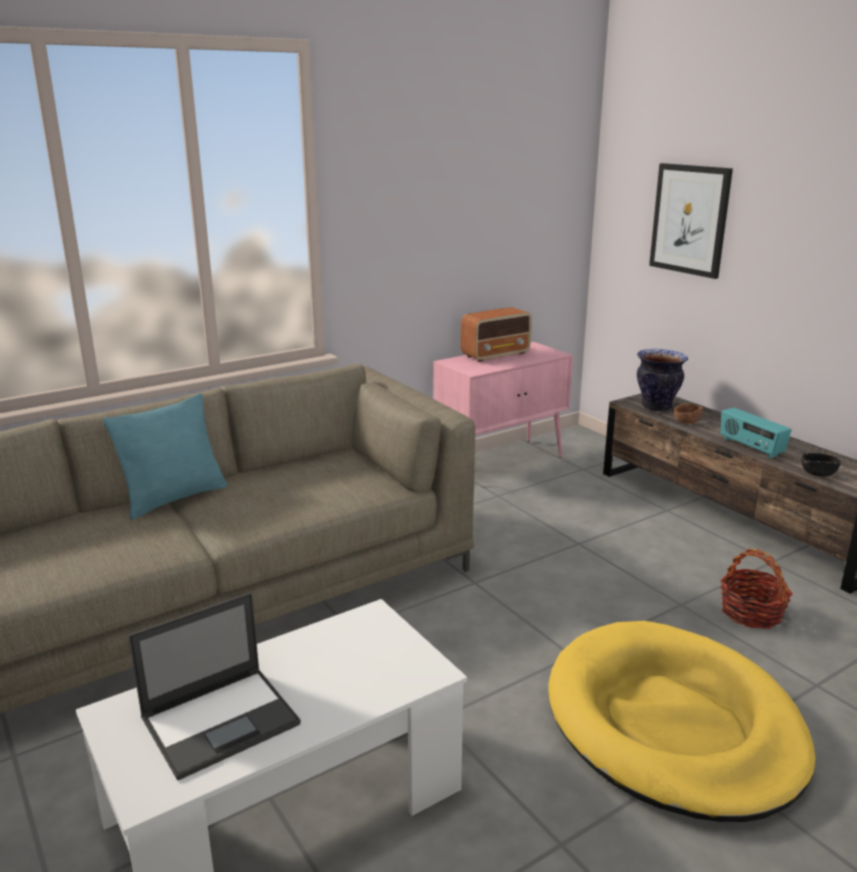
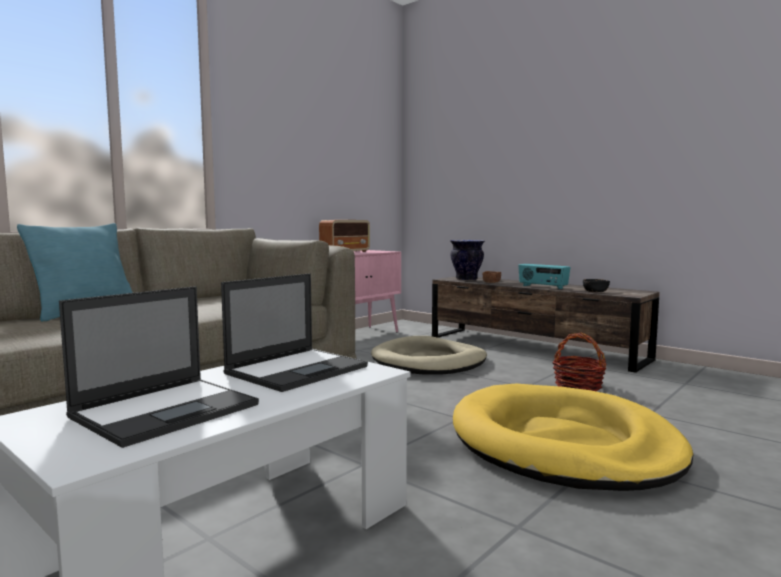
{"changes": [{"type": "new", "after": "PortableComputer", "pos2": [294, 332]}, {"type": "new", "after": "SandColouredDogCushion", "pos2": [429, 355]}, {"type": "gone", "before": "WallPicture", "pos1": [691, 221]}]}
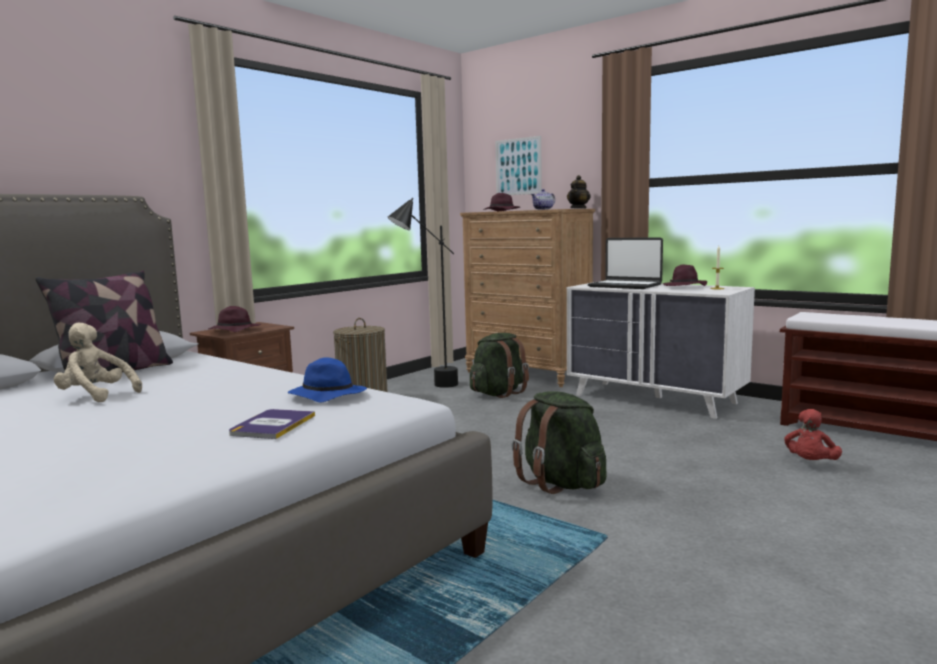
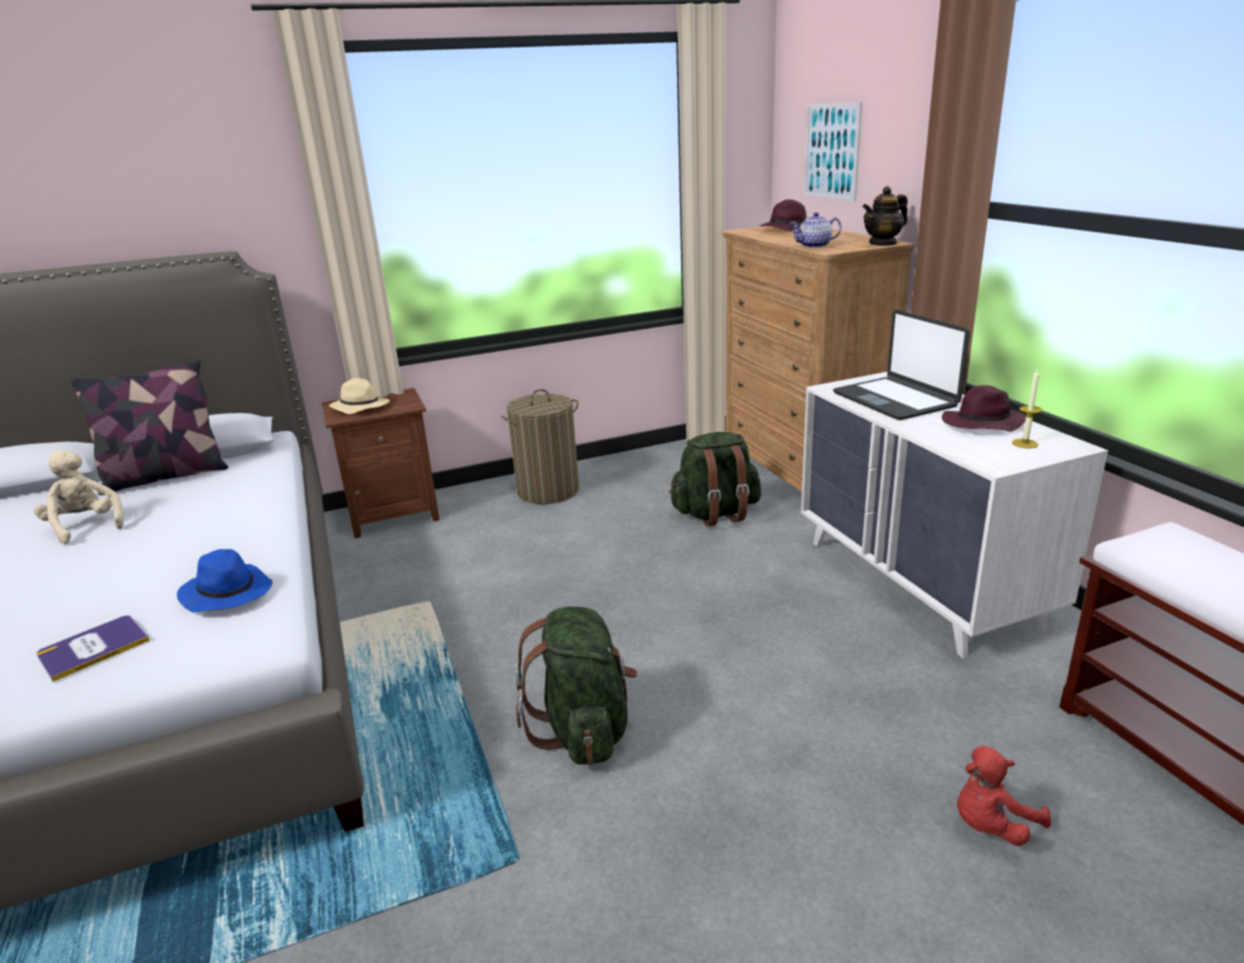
{"changes": [{"type": "repainted", "before": "PurpleHat", "after": "SandColouredHat", "pos1": [234, 319], "pos2": [359, 396]}, {"type": "gone", "before": "BlackStandardLamp", "pos1": [423, 293]}]}
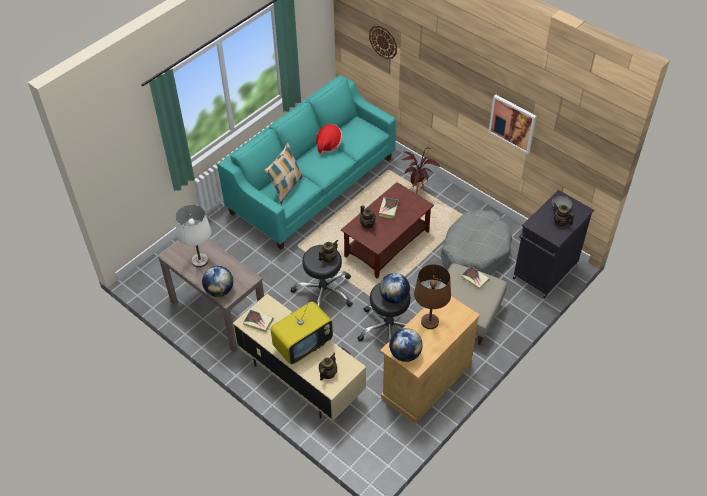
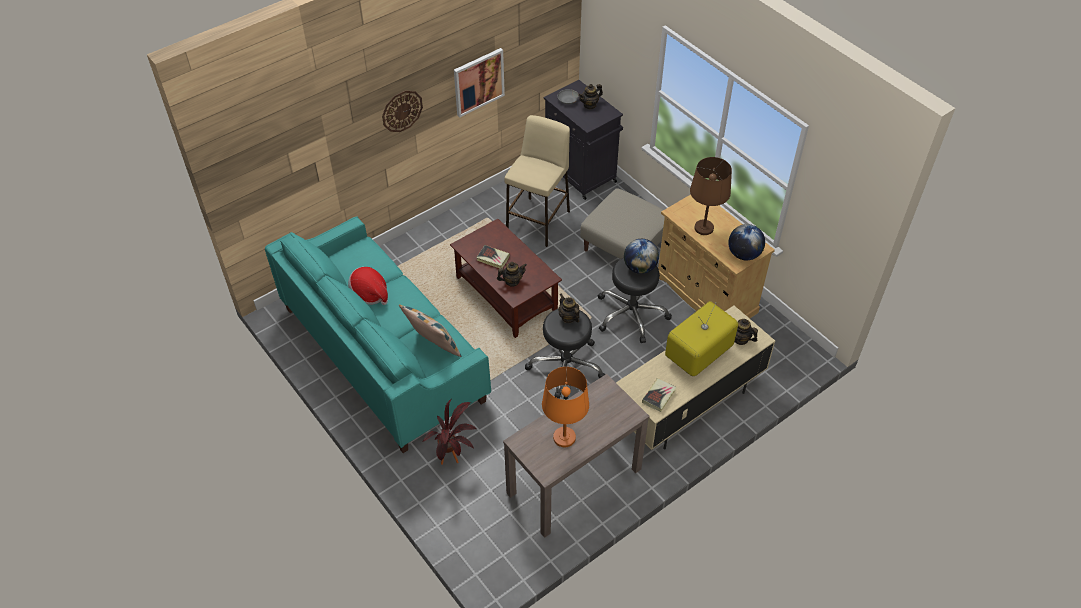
{"changes": [{"type": "shifted", "before": "ClockOnTheWall", "pos1": [383, 42], "pos2": [402, 111]}, {"type": "shifted", "before": "Houseplant", "pos1": [421, 170], "pos2": [450, 432]}, {"type": "swapped", "before": "GrayDogCushion", "after": "SandColouredStoolSeat", "pos1": [476, 242], "pos2": [537, 181]}, {"type": "repainted", "before": "WhiteColouredTabletopLamp", "after": "OrangeTabletopLamp", "pos1": [193, 236], "pos2": [565, 407]}, {"type": "rotated", "before": "Television", "pos1": [302, 333], "pos2": [701, 338], "turn": -105}, {"type": "gone", "before": "WorldGlobe", "pos1": [217, 281]}, {"type": "gone", "before": "BoundBook", "pos1": [475, 278]}]}
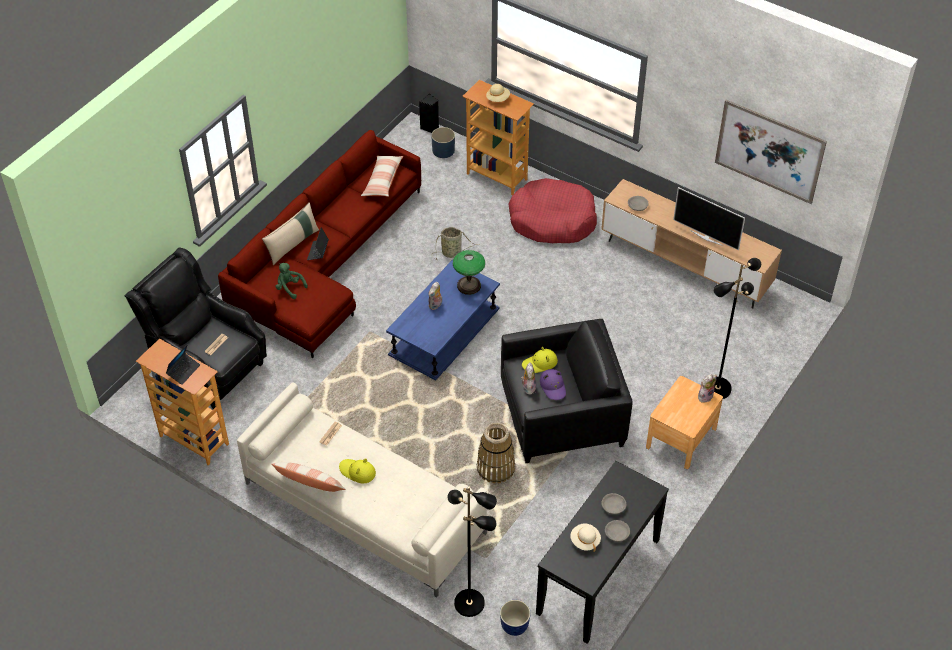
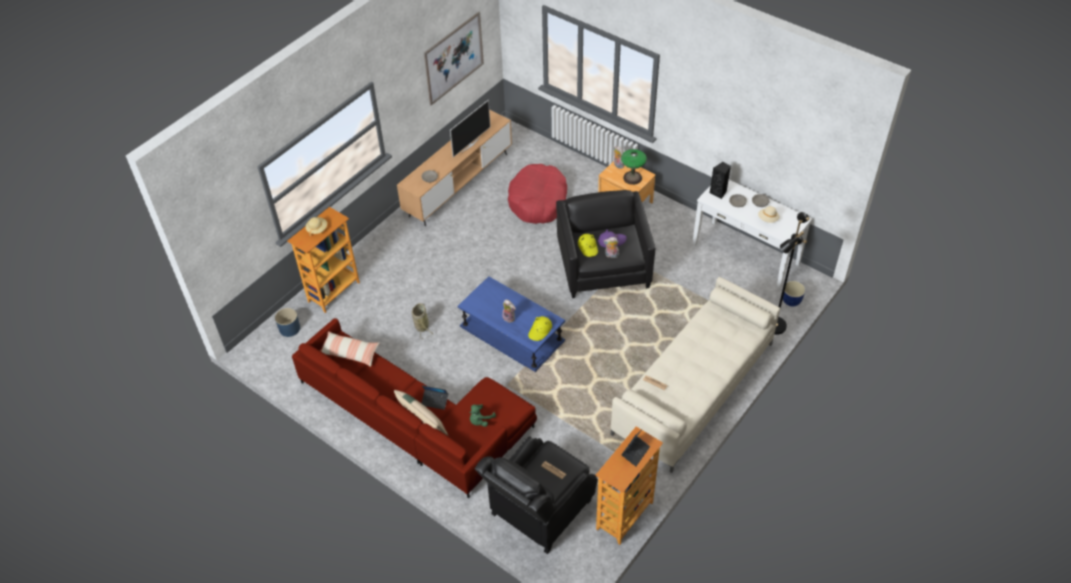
{"changes": [{"type": "shifted", "before": "RedDogCushion", "pos1": [553, 210], "pos2": [537, 194]}, {"type": "shifted", "before": "YellowHat", "pos1": [357, 470], "pos2": [540, 328]}, {"type": "shifted", "before": "TabletopLamp", "pos1": [469, 272], "pos2": [634, 167]}, {"type": "rotated", "before": "PortableComputer", "pos1": [183, 364], "pos2": [635, 447], "turn": 90}, {"type": "repainted", "before": "BlackConsoleTable", "after": "WhiteColouredConsoleTable", "pos1": [602, 552], "pos2": [752, 234]}, {"type": "shifted", "before": "BlackLoudspeaker", "pos1": [429, 113], "pos2": [720, 180]}, {"type": "gone", "before": "Pillow", "pos1": [308, 477]}, {"type": "gone", "before": "Basket", "pos1": [496, 453]}, {"type": "gone", "before": "BlackStandardLamp", "pos1": [737, 328]}]}
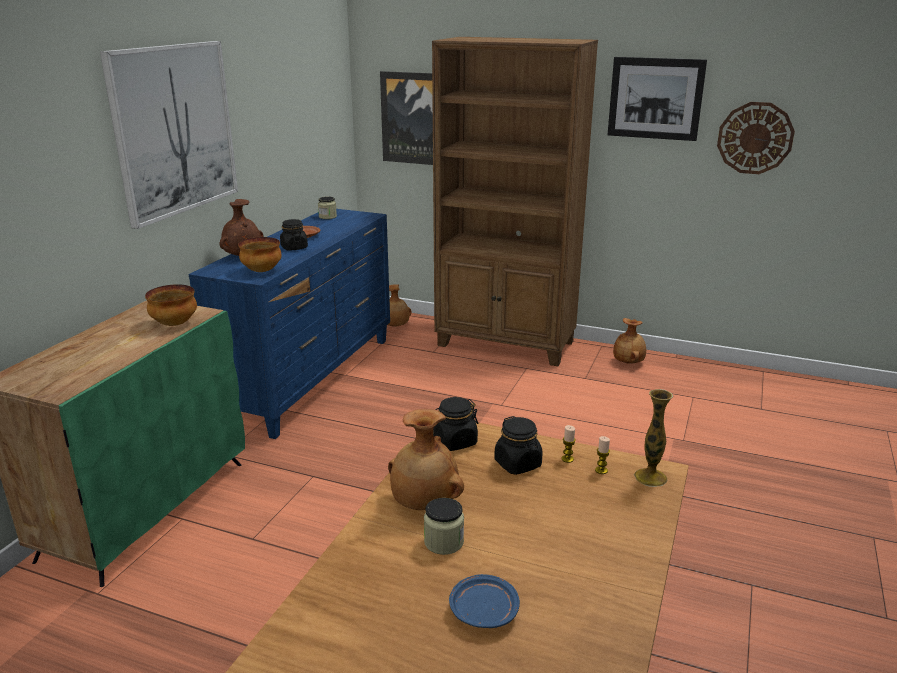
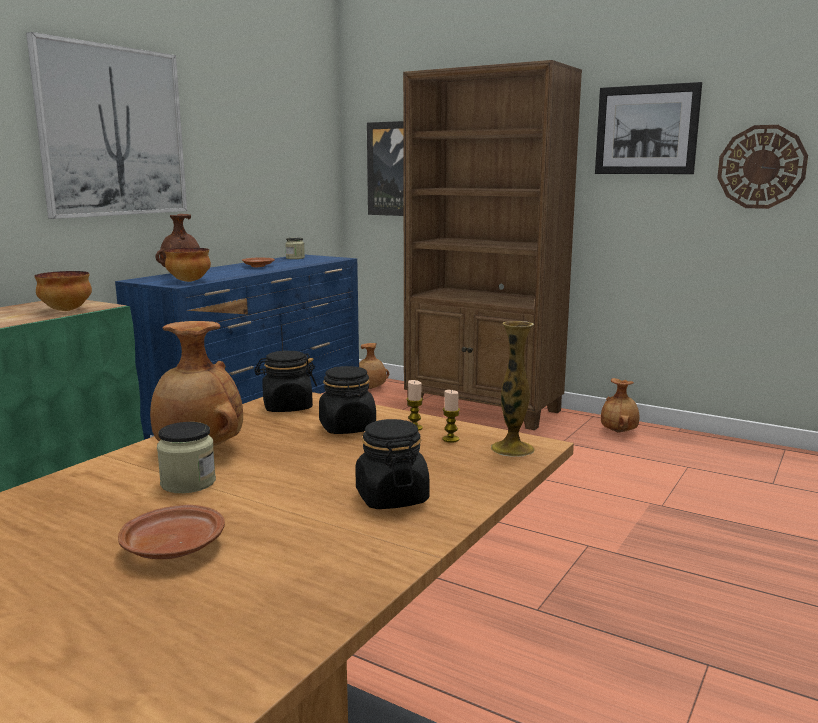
{"changes": [{"type": "repainted", "before": "BlueColouredPlate", "after": "BrownishPlate", "pos1": [484, 601], "pos2": [171, 532]}, {"type": "shifted", "before": "BlackJar", "pos1": [294, 235], "pos2": [392, 464]}]}
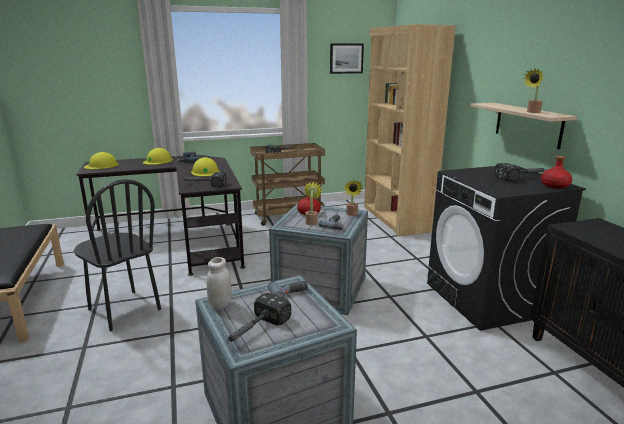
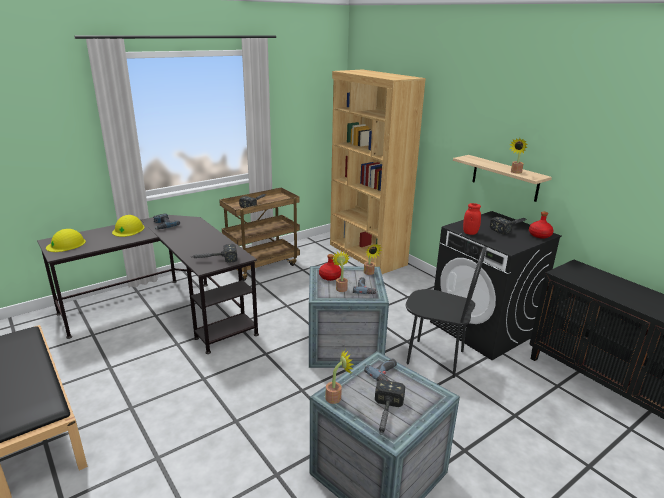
{"changes": [{"type": "swapped", "before": "WhiteColouredJar", "after": "Houseplant", "pos1": [218, 283], "pos2": [339, 377]}, {"type": "shifted", "before": "BlackUprightChair", "pos1": [117, 255], "pos2": [446, 312]}, {"type": "new", "after": "RedJar", "pos2": [472, 219]}, {"type": "gone", "before": "YellowSafetyHelmet", "pos1": [205, 167]}, {"type": "gone", "before": "WallPicture", "pos1": [347, 58]}]}
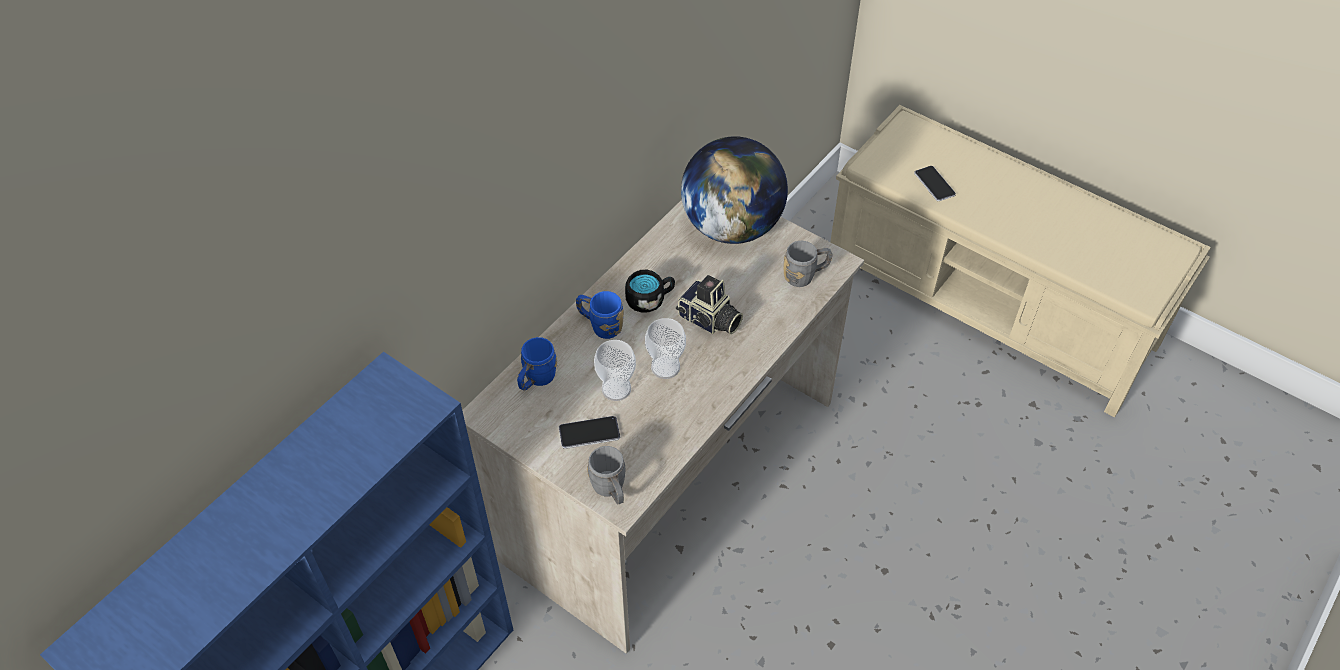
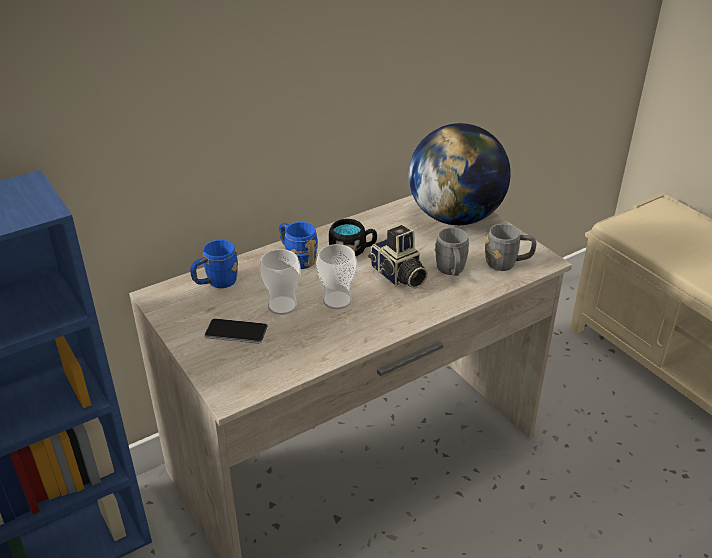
{"changes": [{"type": "shifted", "before": "GrayMug", "pos1": [606, 475], "pos2": [452, 251]}, {"type": "gone", "before": "Phone", "pos1": [935, 183]}]}
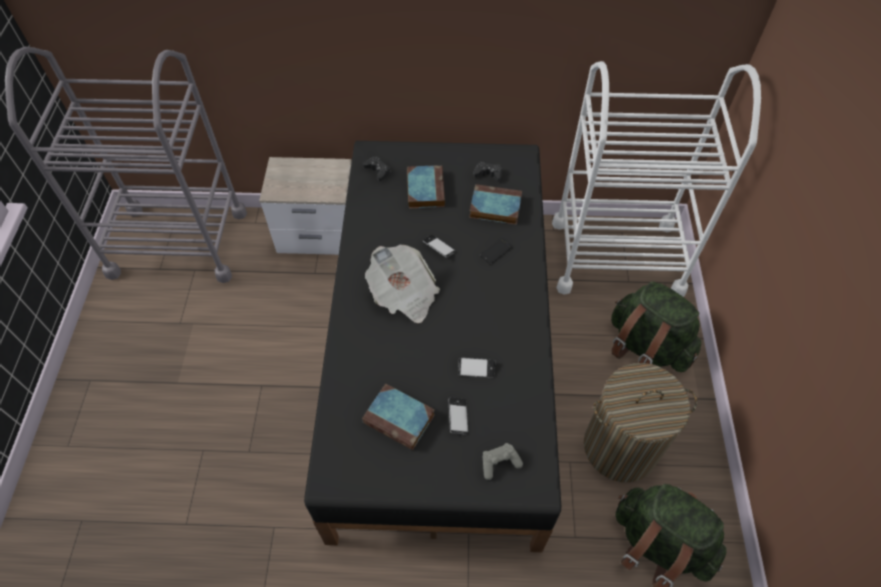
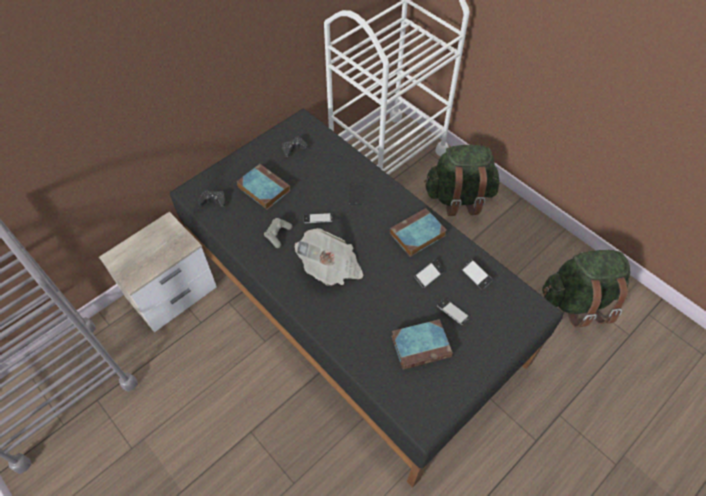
{"changes": [{"type": "shifted", "before": "GrayJoypad", "pos1": [503, 461], "pos2": [278, 233]}, {"type": "shifted", "before": "BoundBook", "pos1": [495, 204], "pos2": [418, 232]}, {"type": "new", "after": "Phone", "pos2": [477, 274]}, {"type": "gone", "before": "Hamper", "pos1": [640, 422]}]}
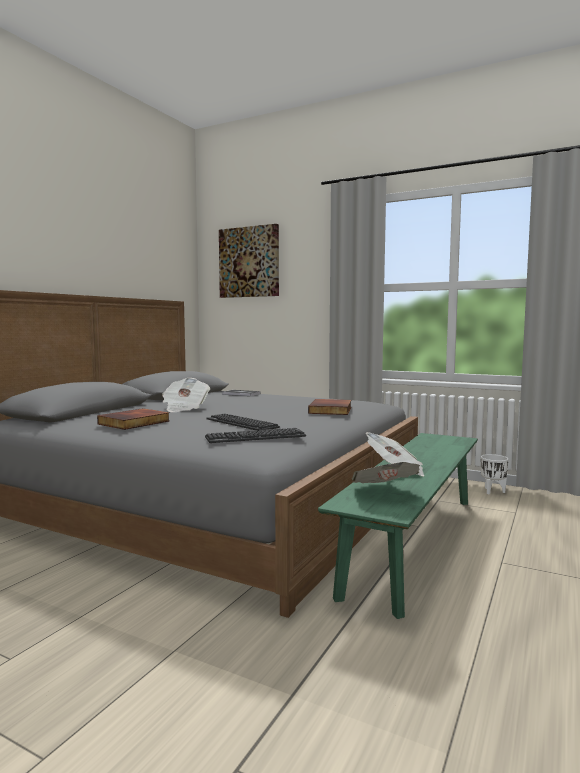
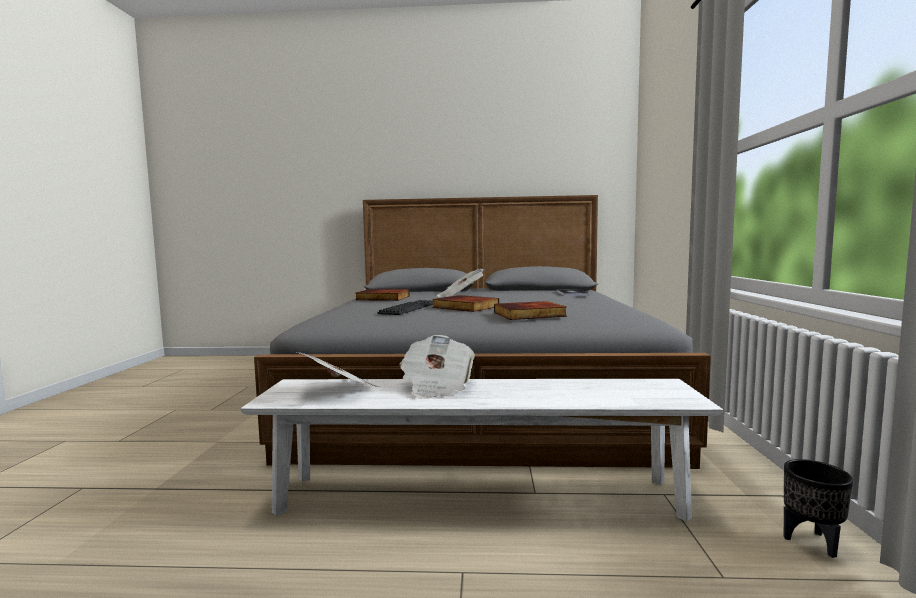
{"changes": [{"type": "repainted", "before": "GreenBench", "after": "WhiteColouredBench", "pos1": [398, 526], "pos2": [481, 450]}, {"type": "new", "after": "BoundBook", "pos2": [465, 303]}, {"type": "repainted", "before": "WhiteColouredPlantPot", "after": "BlackPlantPot", "pos1": [494, 474], "pos2": [818, 508]}, {"type": "gone", "before": "Keyboard", "pos1": [255, 435]}, {"type": "gone", "before": "WallPicture", "pos1": [249, 261]}]}
